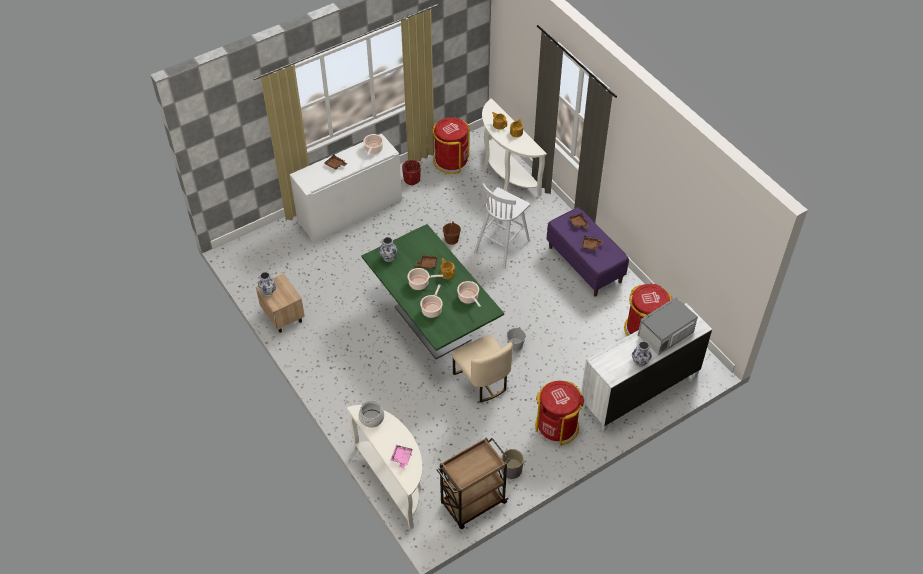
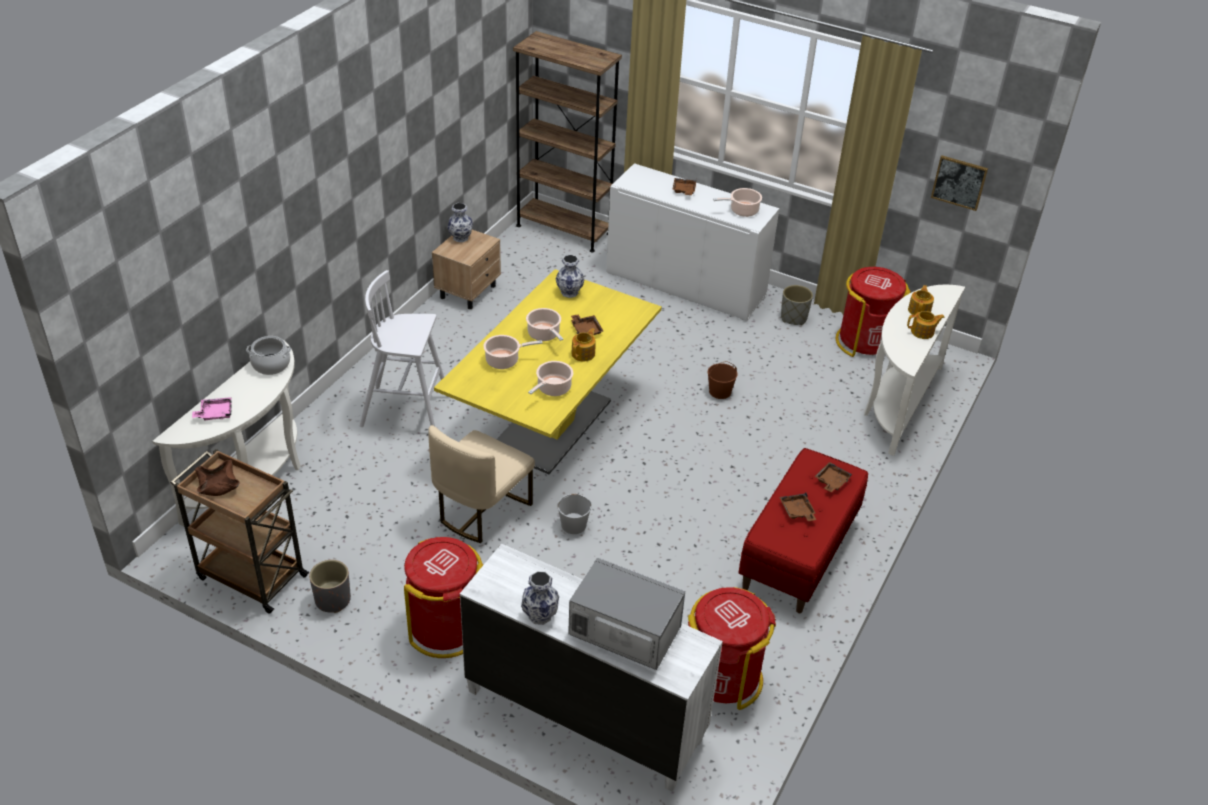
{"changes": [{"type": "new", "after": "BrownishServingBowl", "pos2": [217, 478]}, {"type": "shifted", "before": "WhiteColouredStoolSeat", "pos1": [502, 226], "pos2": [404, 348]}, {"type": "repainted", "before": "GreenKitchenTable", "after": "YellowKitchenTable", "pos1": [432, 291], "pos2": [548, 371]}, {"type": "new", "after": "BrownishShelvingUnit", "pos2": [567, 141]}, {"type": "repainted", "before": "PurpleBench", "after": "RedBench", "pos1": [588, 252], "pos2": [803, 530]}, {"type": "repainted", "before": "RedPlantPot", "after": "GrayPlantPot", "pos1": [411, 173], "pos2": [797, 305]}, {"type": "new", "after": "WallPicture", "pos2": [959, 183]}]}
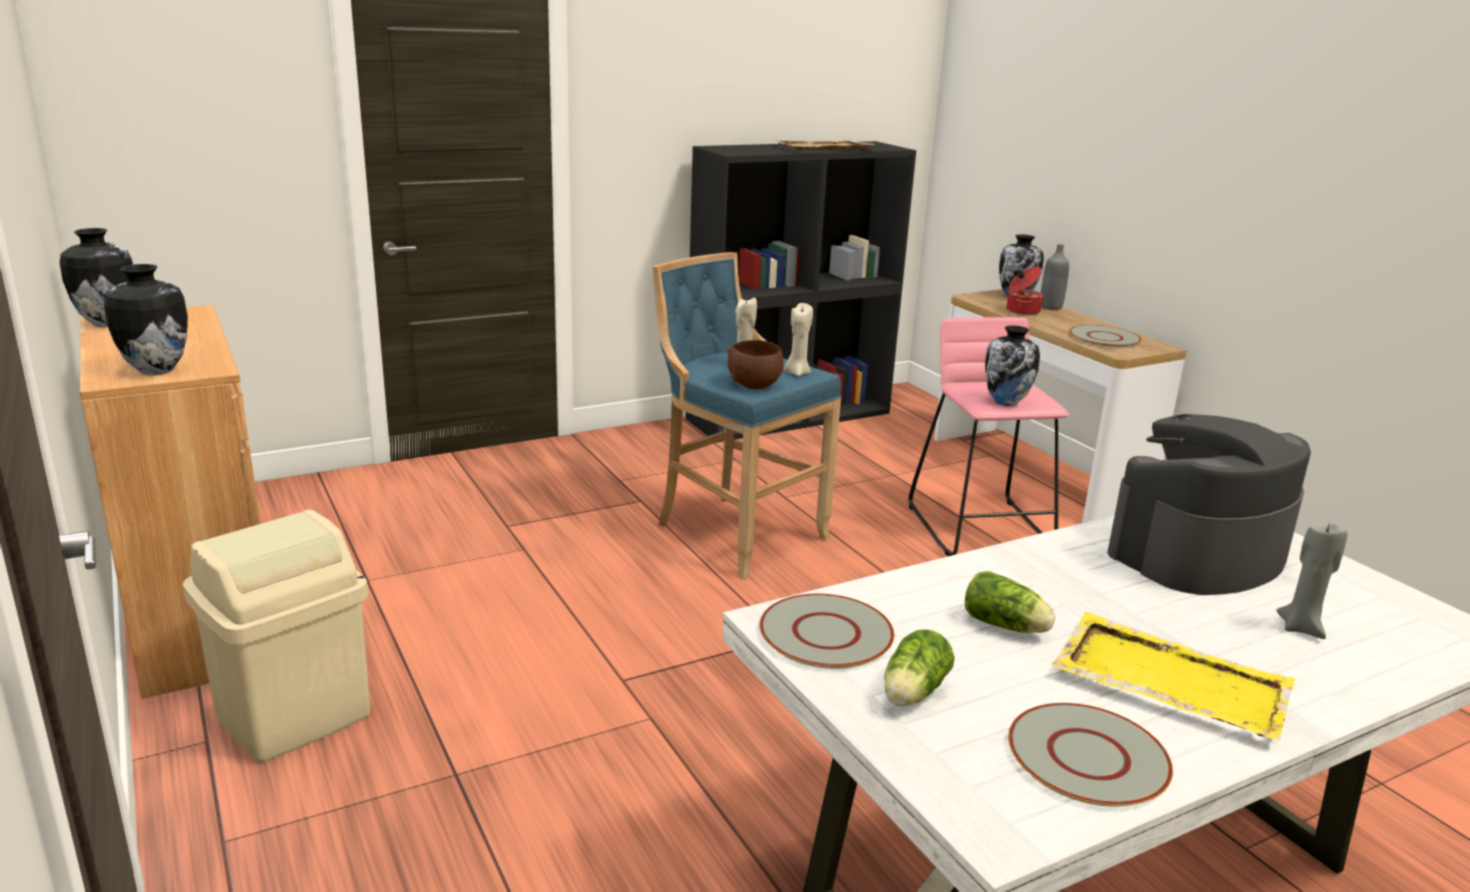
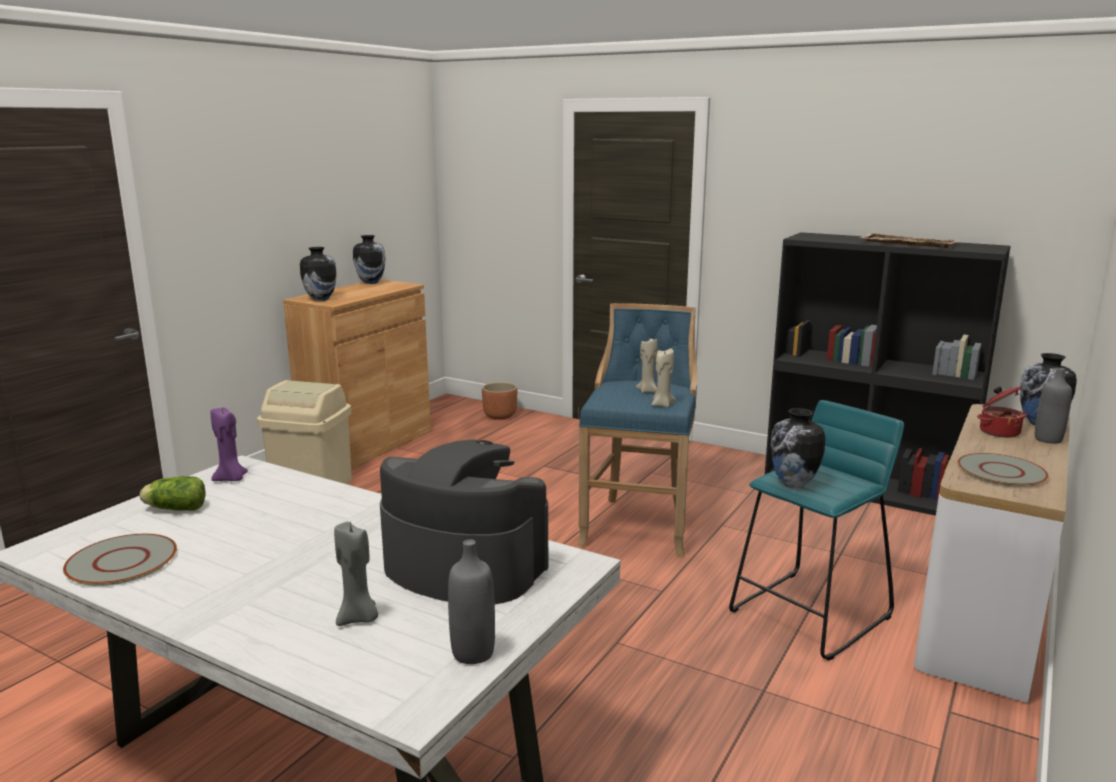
{"changes": [{"type": "swapped", "before": "GrayPlate", "after": "PurpleWaxCandle", "pos1": [826, 631], "pos2": [229, 444]}, {"type": "new", "after": "GrayBottle", "pos2": [471, 601]}, {"type": "new", "after": "BrownishPlantPot", "pos2": [499, 401]}, {"type": "repainted", "before": "PinkColouredStoolSeat", "after": "TurquoiseStoolSeat", "pos1": [989, 436], "pos2": [816, 530]}, {"type": "gone", "before": "BrownishServingBowl", "pos1": [755, 364]}, {"type": "gone", "before": "HeadOfLettuce", "pos1": [1010, 602]}, {"type": "gone", "before": "YellowTray", "pos1": [1174, 676]}]}
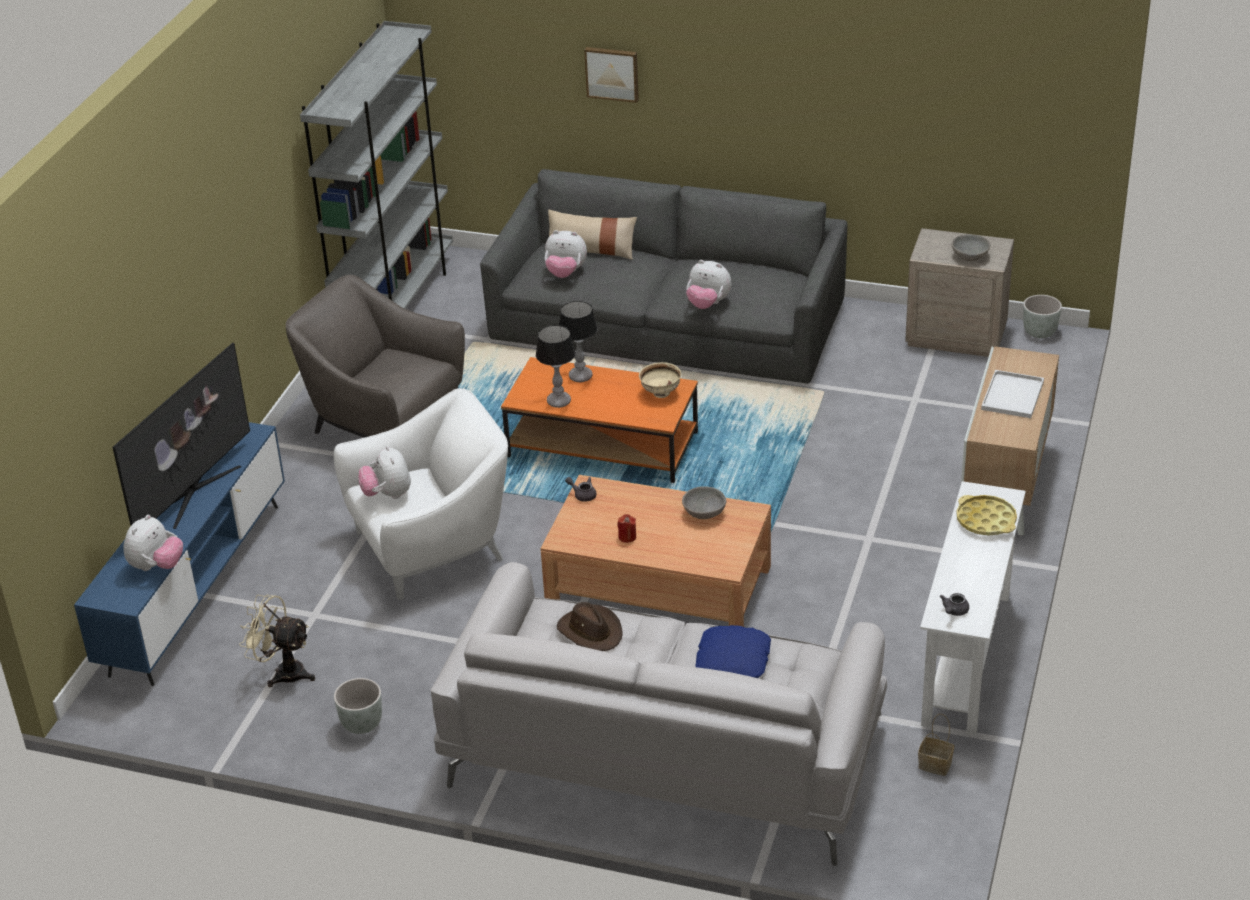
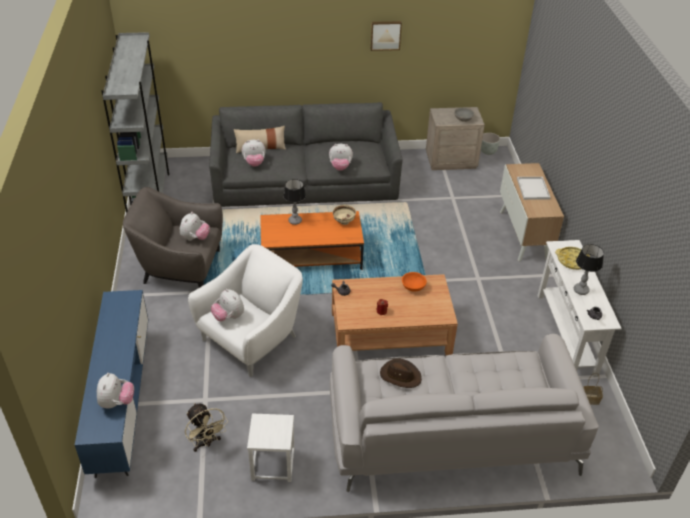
{"changes": [{"type": "new", "after": "PlushToy", "pos2": [195, 226]}, {"type": "rotated", "before": "SandColouredCoolingFan", "pos1": [277, 641], "pos2": [206, 427], "turn": -120}, {"type": "swapped", "before": "GrayPlantPot", "after": "WhiteColouredStoolSeat", "pos1": [358, 706], "pos2": [270, 447]}, {"type": "shifted", "before": "WallPicture", "pos1": [611, 75], "pos2": [386, 36]}, {"type": "repainted", "before": "GrayServingBowl", "after": "OrangeServingBowl", "pos1": [704, 502], "pos2": [414, 282]}, {"type": "shifted", "before": "TabletopLamp", "pos1": [556, 366], "pos2": [589, 269]}, {"type": "gone", "before": "Television", "pos1": [181, 436]}, {"type": "gone", "before": "BlueColouredPillow", "pos1": [733, 651]}]}
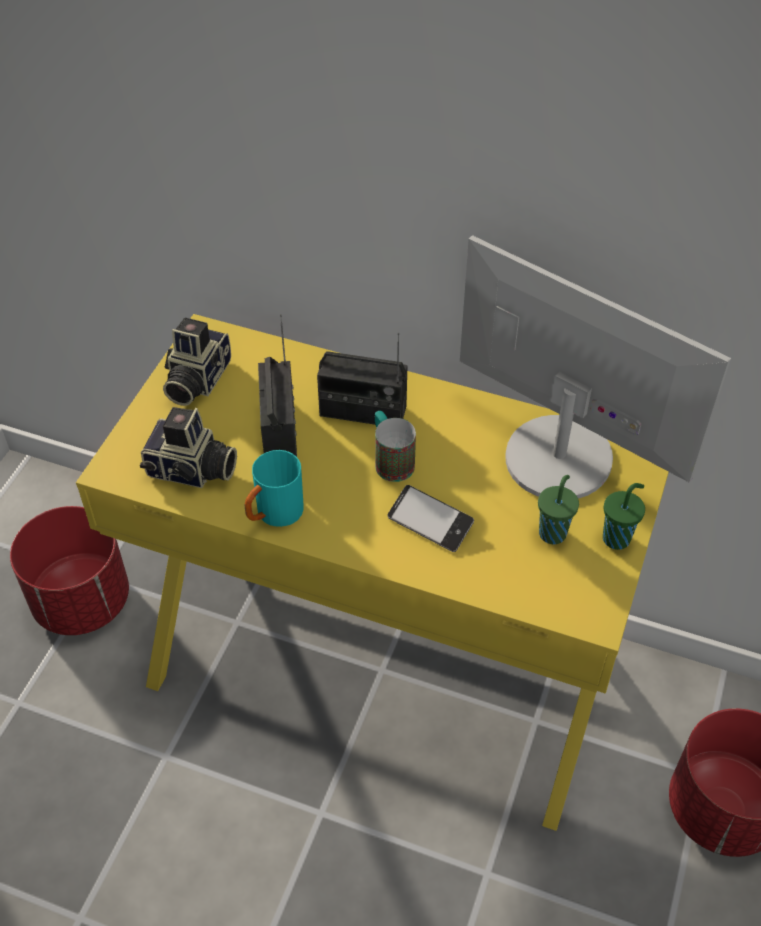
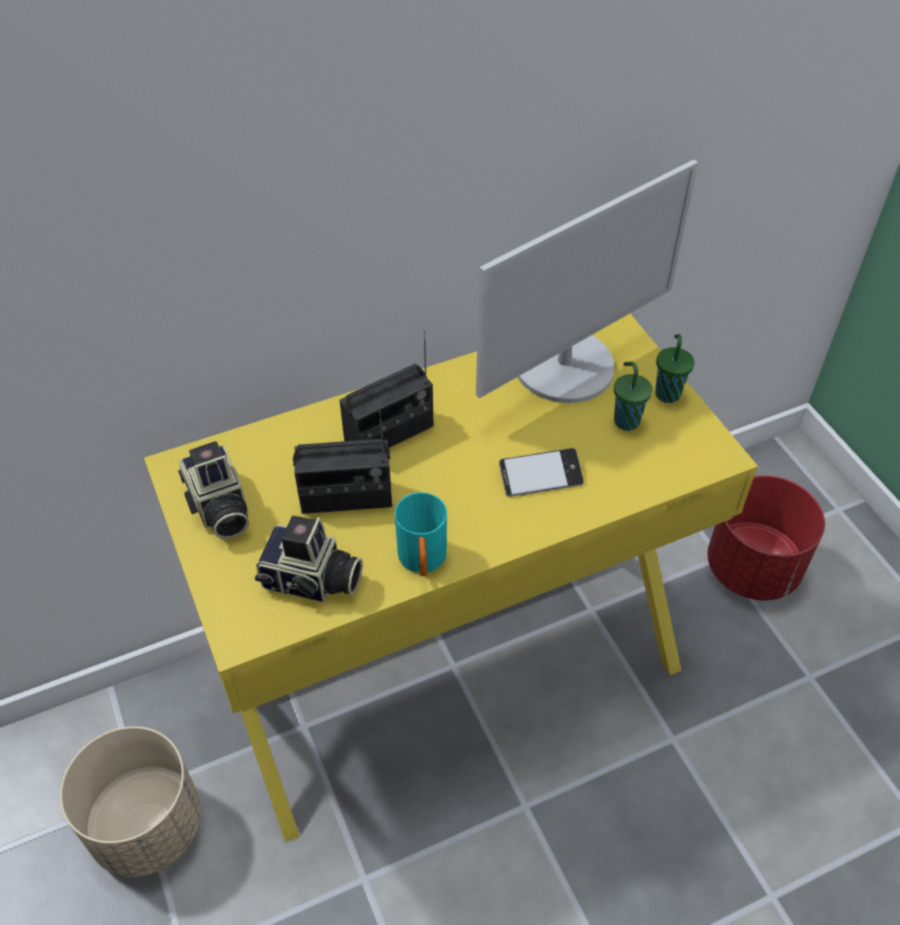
{"changes": [{"type": "repainted", "before": "RedPlantPot", "after": "SandColouredPlantPot", "pos1": [69, 570], "pos2": [130, 801]}, {"type": "rotated", "before": "StillCamera", "pos1": [188, 447], "pos2": [309, 559], "turn": 45}, {"type": "rotated", "before": "RadioReceiver", "pos1": [277, 385], "pos2": [342, 462], "turn": 135}, {"type": "rotated", "before": "Monitor", "pos1": [595, 367], "pos2": [587, 281], "turn": 150}, {"type": "gone", "before": "Mug", "pos1": [395, 446]}]}
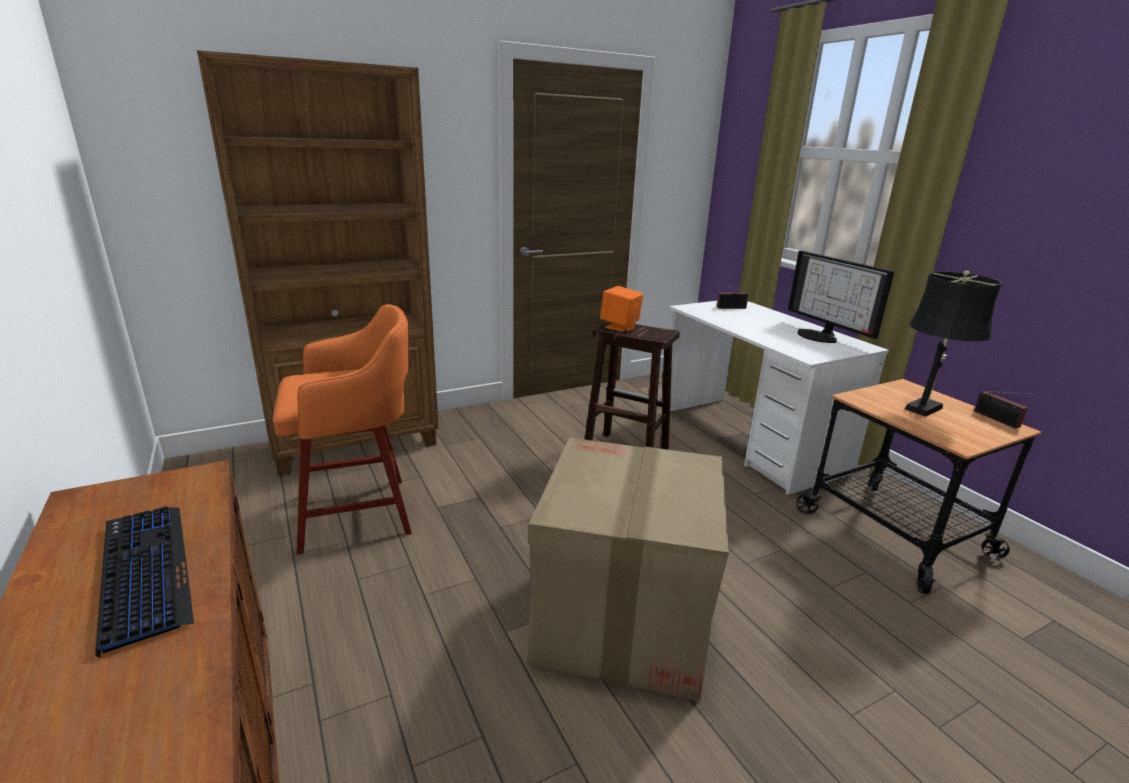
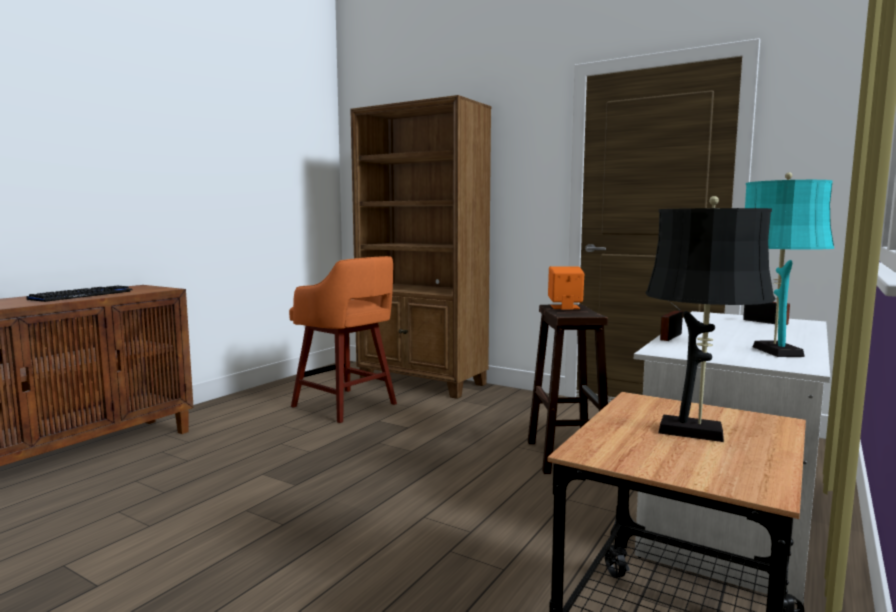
{"changes": [{"type": "shifted", "before": "RadioReceiver", "pos1": [1006, 409], "pos2": [671, 321]}, {"type": "swapped", "before": "Monitor", "after": "TurquoiseTabletopLamp", "pos1": [841, 297], "pos2": [789, 265]}, {"type": "gone", "before": "Carton", "pos1": [628, 569]}]}
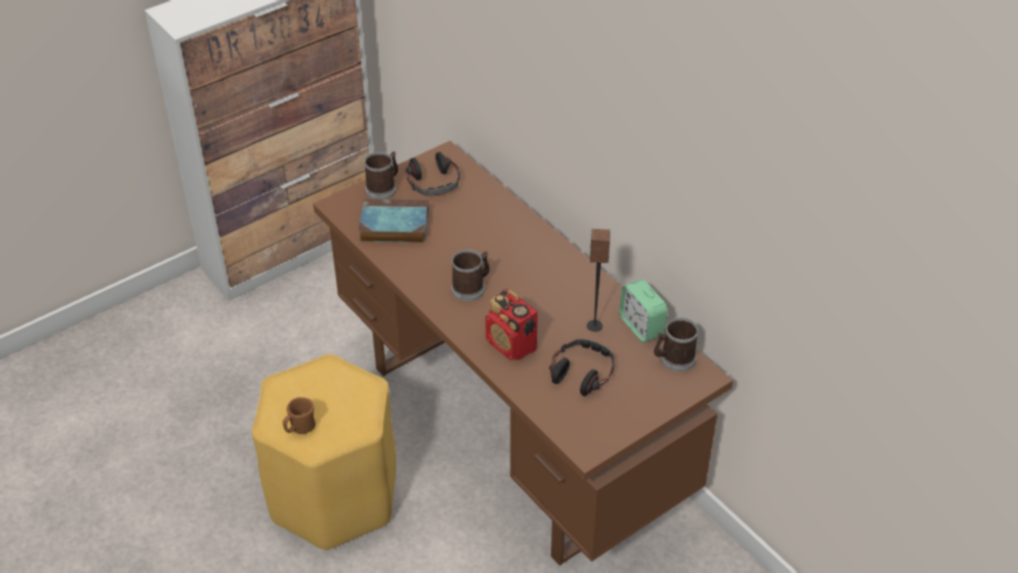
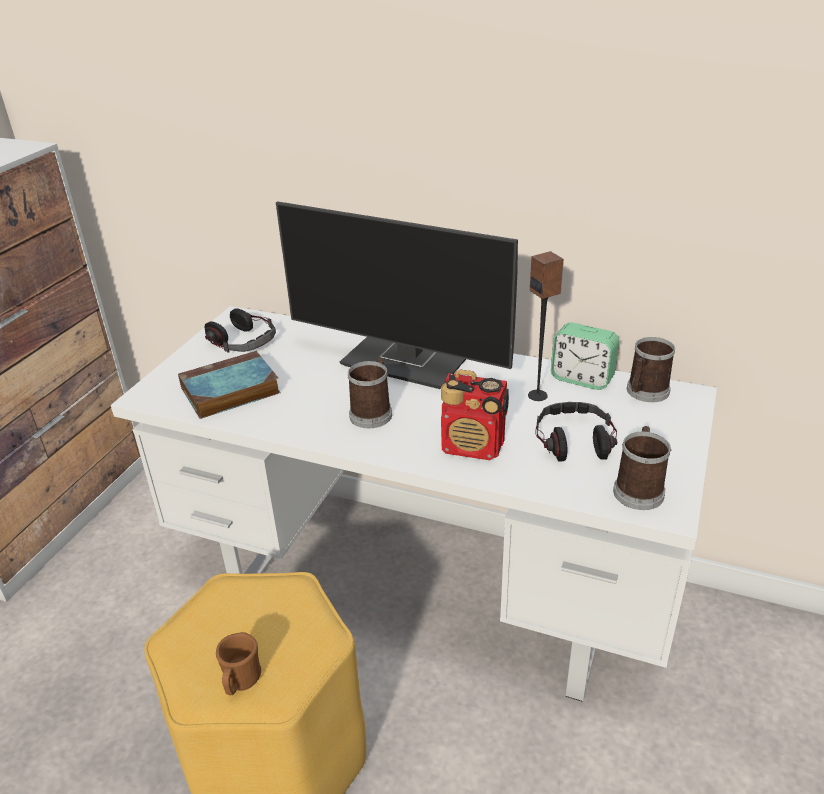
{"changes": [{"type": "repainted", "before": "BrownishDeskTable", "after": "WhiteColouredDeskTable", "pos1": [523, 353], "pos2": [414, 504]}, {"type": "new", "after": "Monitor", "pos2": [397, 295]}, {"type": "shifted", "before": "Mug", "pos1": [381, 175], "pos2": [642, 468]}]}
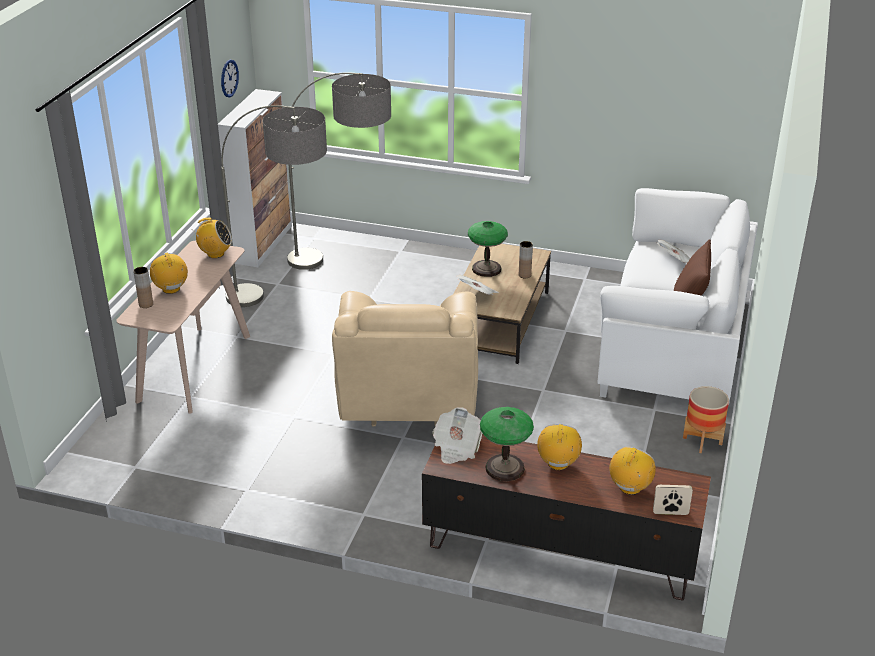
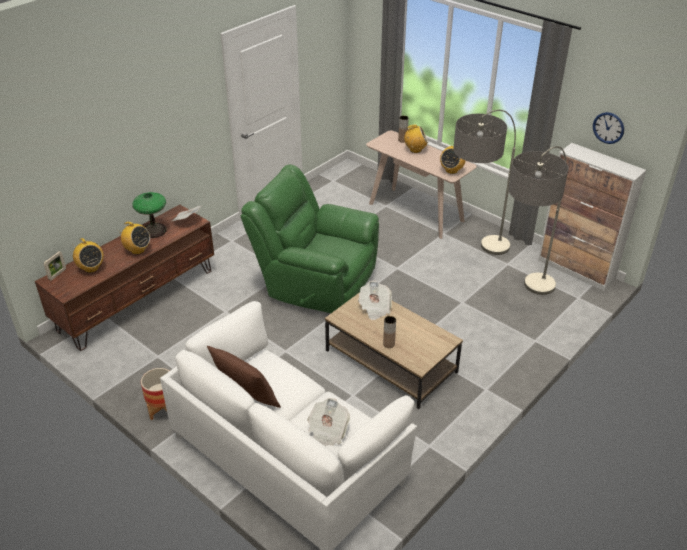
{"changes": [{"type": "repainted", "before": "SandColouredArmchair", "after": "GreenArmchair", "pos1": [405, 359], "pos2": [310, 239]}, {"type": "gone", "before": "TabletopLamp", "pos1": [488, 249]}]}
